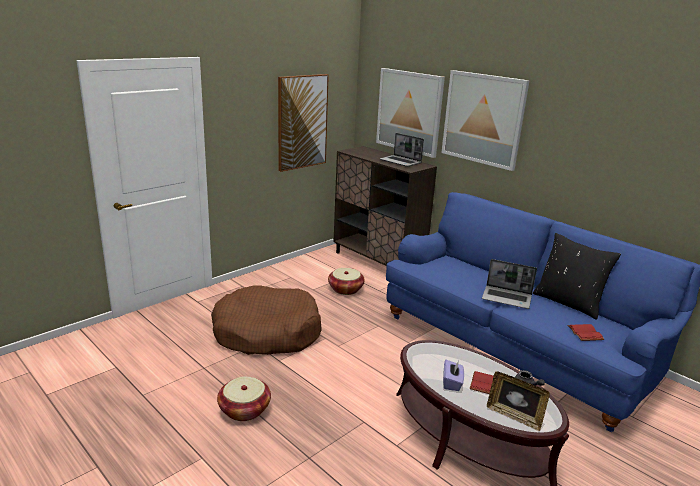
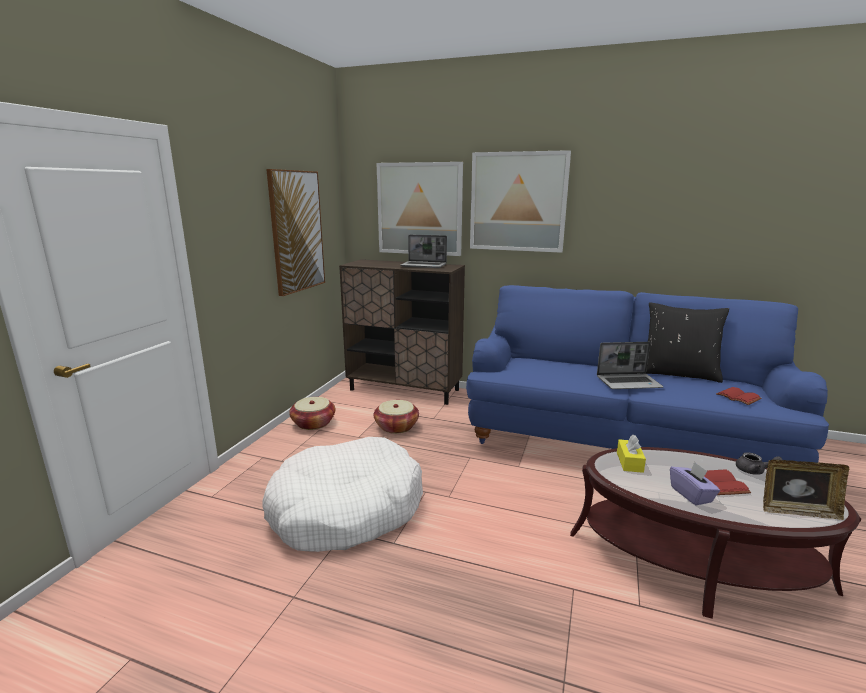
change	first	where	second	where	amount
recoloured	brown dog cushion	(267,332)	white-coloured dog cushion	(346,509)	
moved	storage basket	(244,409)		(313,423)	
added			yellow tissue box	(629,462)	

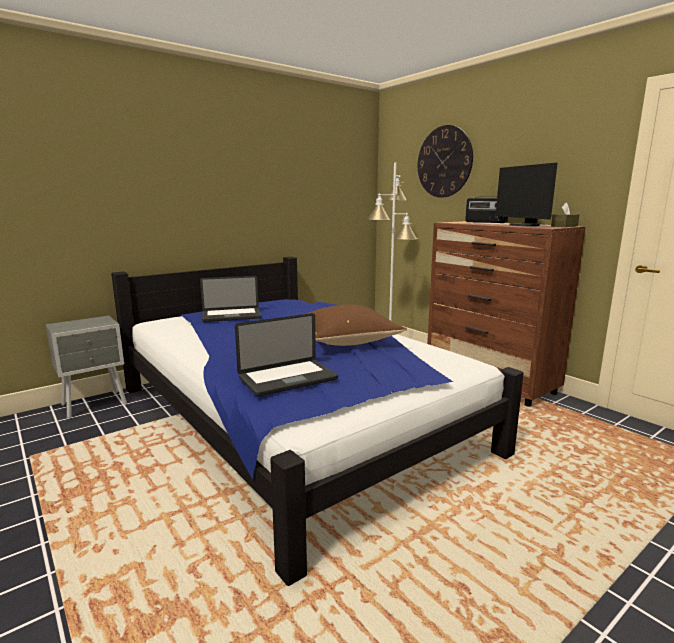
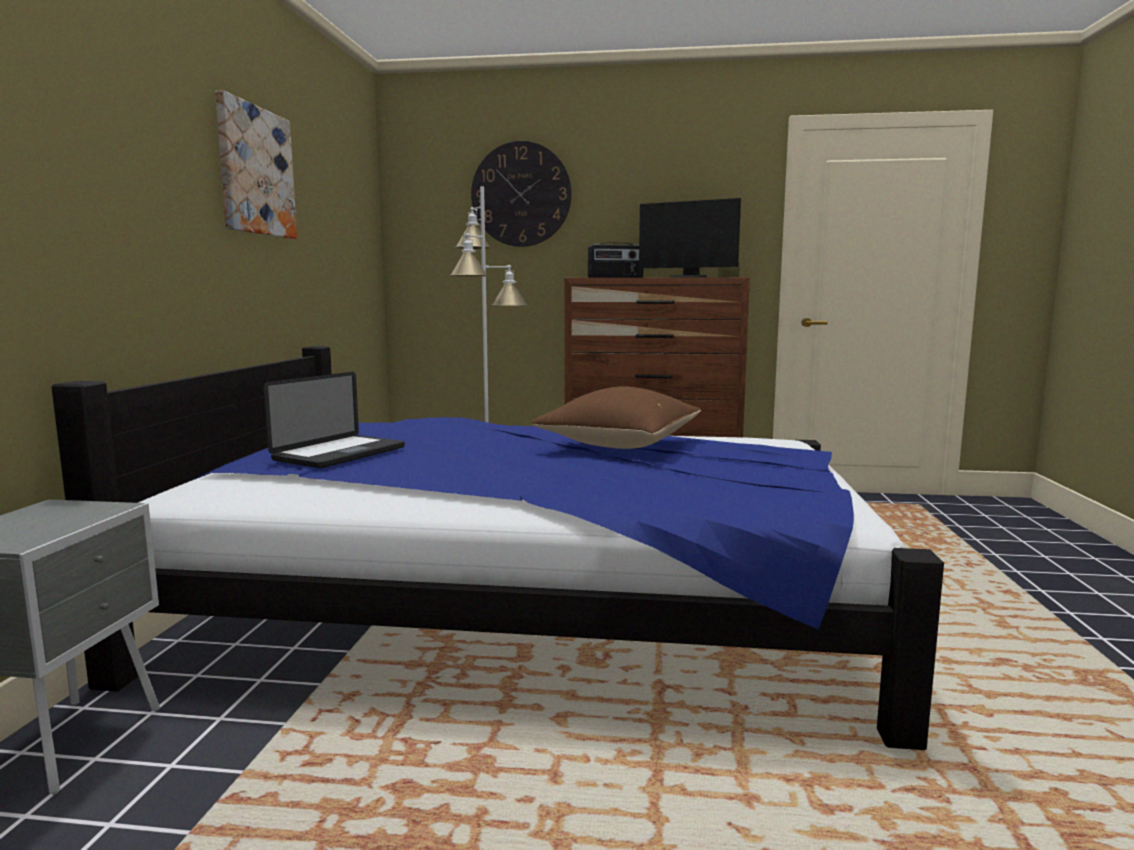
change	first	where	second	where	amount
removed	laptop	(288,379)			
added			wall art	(255,171)	

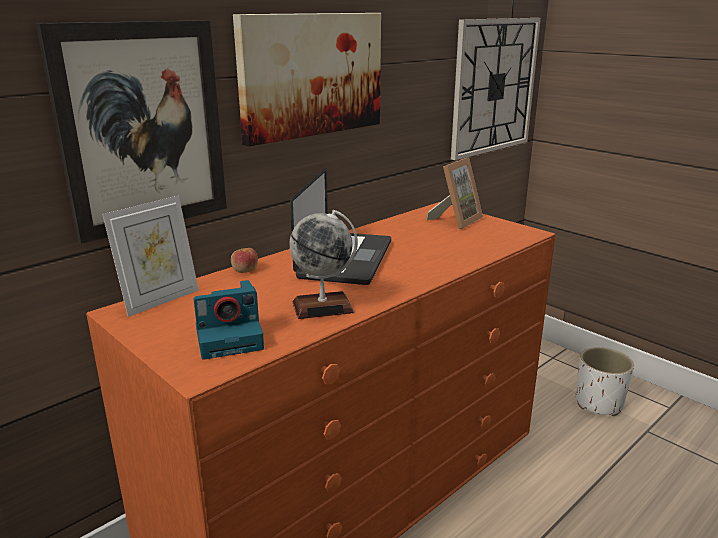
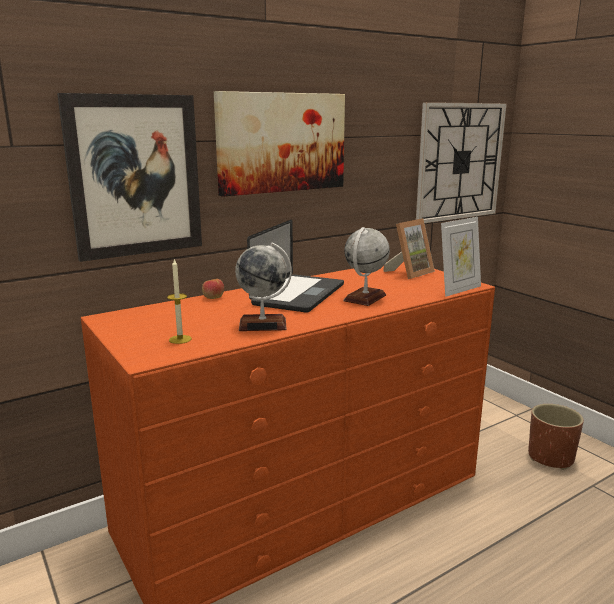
change	first	where	second	where	amount
moved	photo frame	(160,300)		(458,290)	
replaced	photo camera	(231,338)	wax candle	(180,339)	
recoloured	white-coloured flower pot	(599,403)	brown flower pot	(551,457)	
added			desk globe	(365,298)	

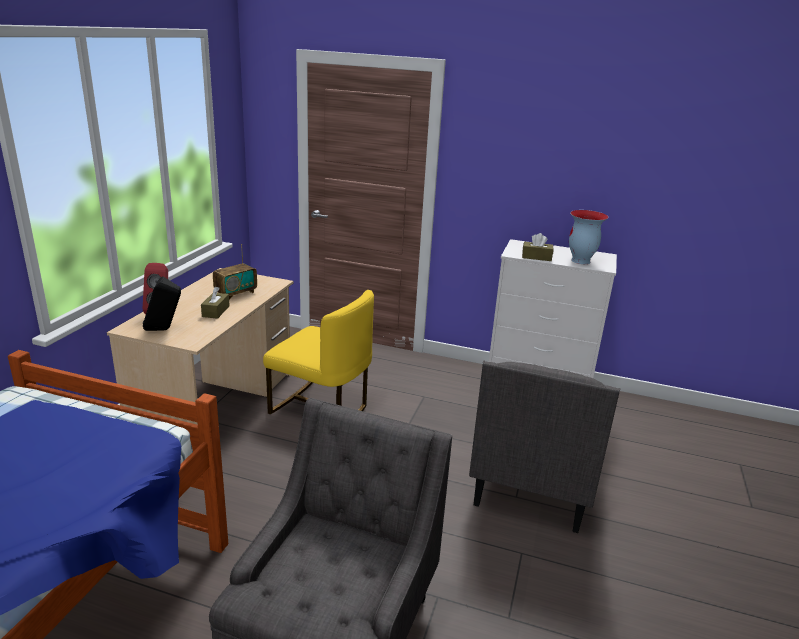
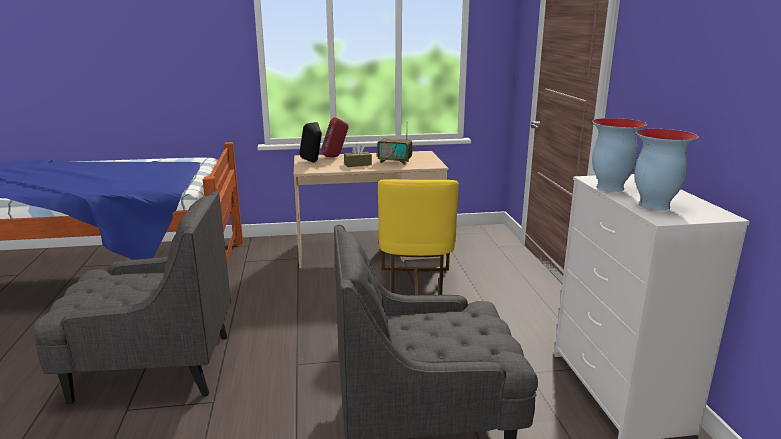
change	first	where	second	where	amount
replaced	brown tissue box	(536,257)	vase	(609,187)	

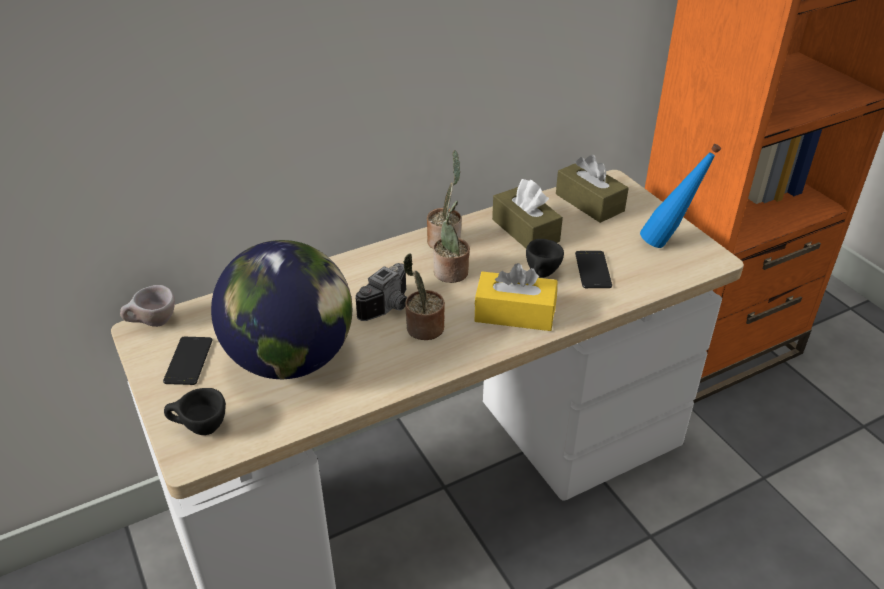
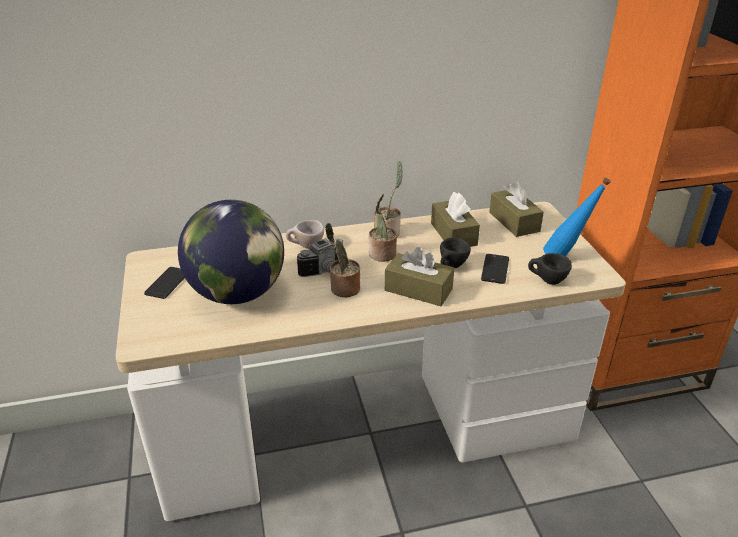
change	first	where	second	where	amount
recoloured	yellow tissue box	(515,313)	brown tissue box	(418,290)	
moved	beige-coloured small cup	(153,324)		(306,247)	
moved	black small cup	(199,429)		(546,281)	

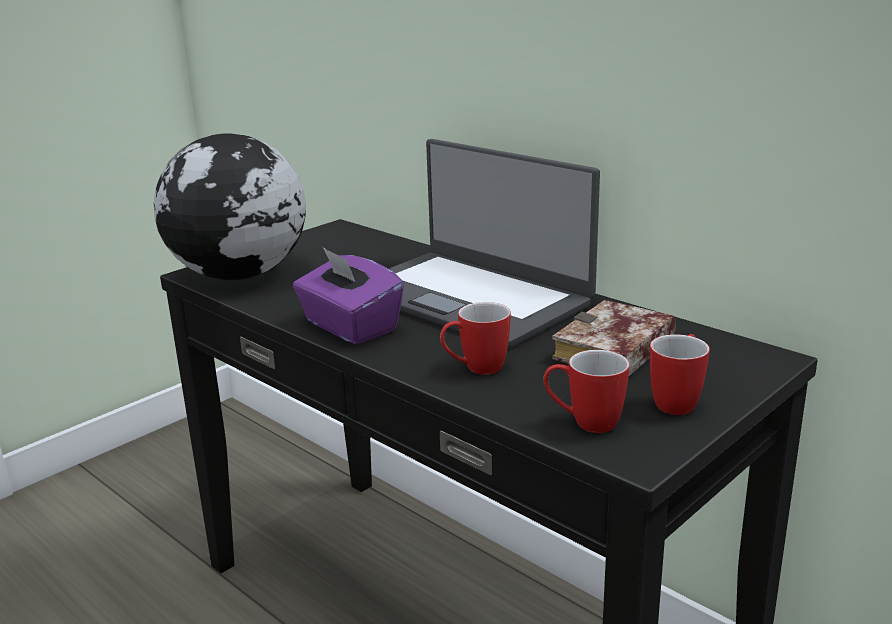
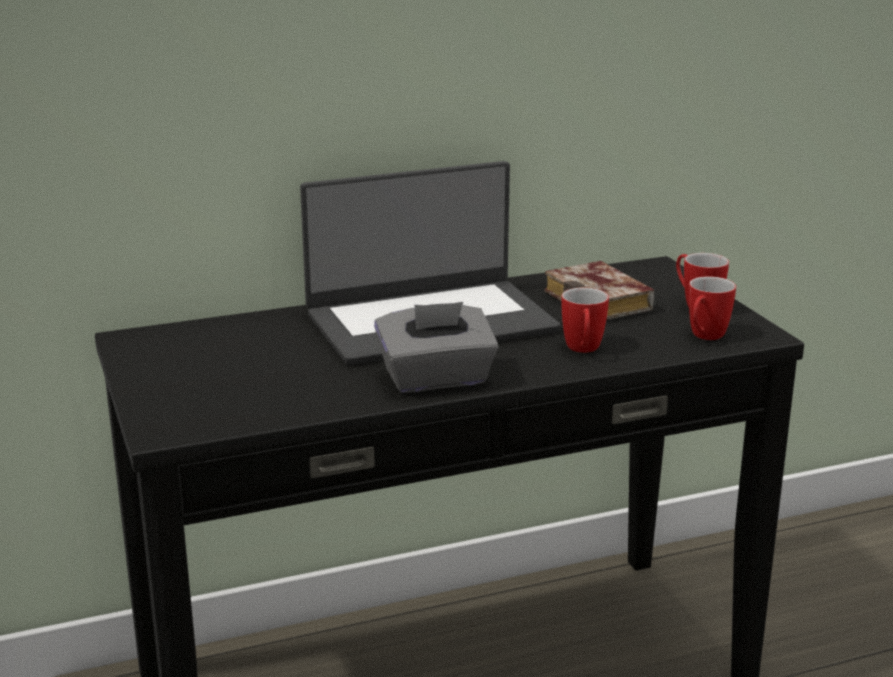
change	first	where	second	where	amount
removed	desk globe	(239,276)			
recoloured	purple-coloured tissue box	(349,327)	grey tissue box	(436,379)	

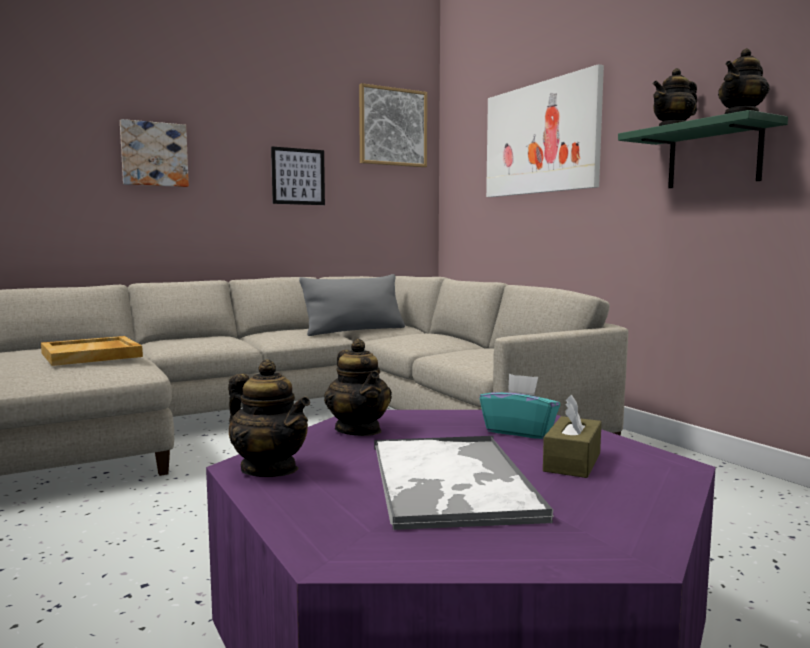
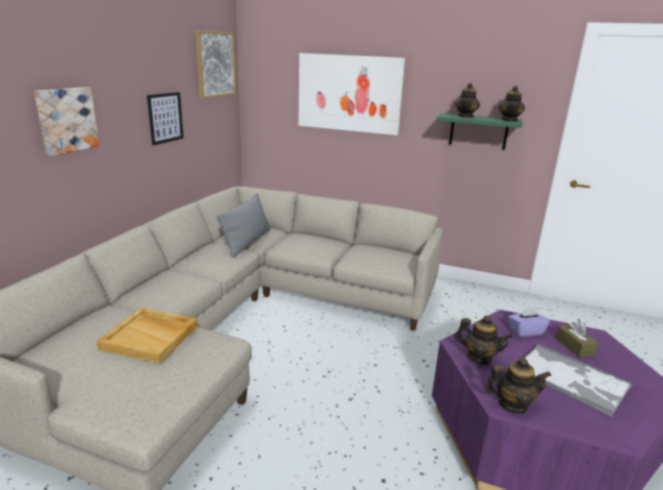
change	first	where	second	where	amount
recoloured	blue-green tissue box	(519,431)	purple-coloured tissue box	(525,331)	

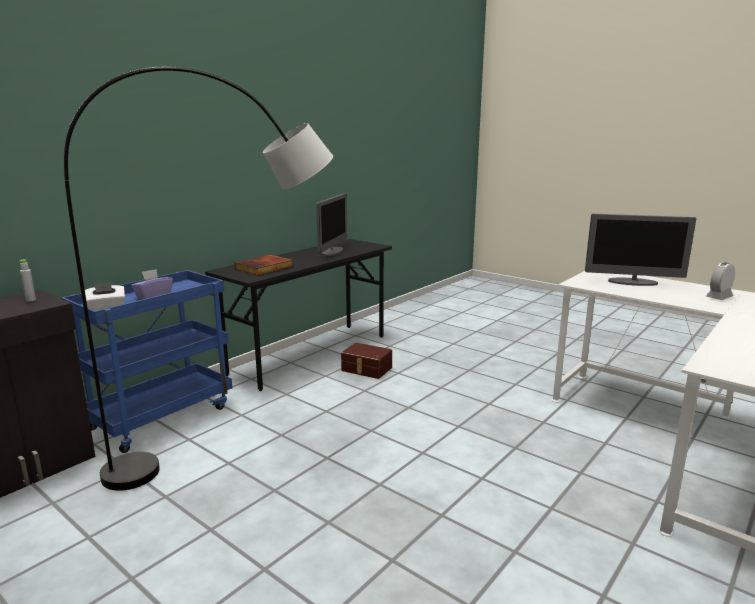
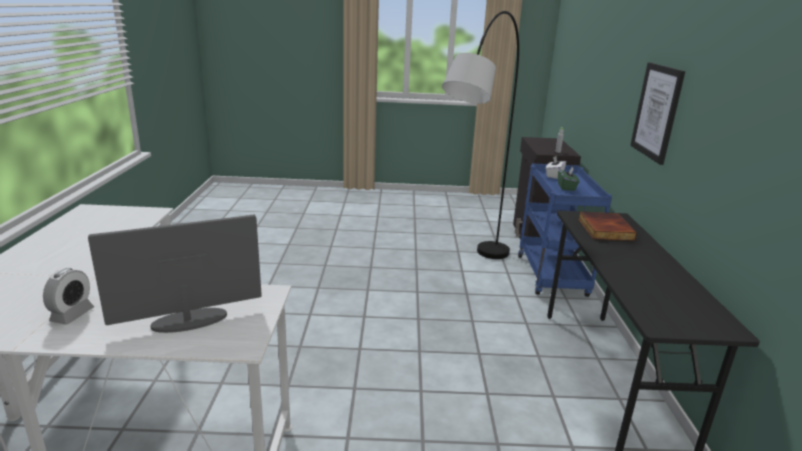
change	first	where	second	where	amount
removed	computer screen	(332,251)			
recoloured	purple-coloured tissue box	(153,296)	green-coloured tissue box	(566,187)	
removed	brown storage box	(366,369)			
added			wall art	(657,112)	

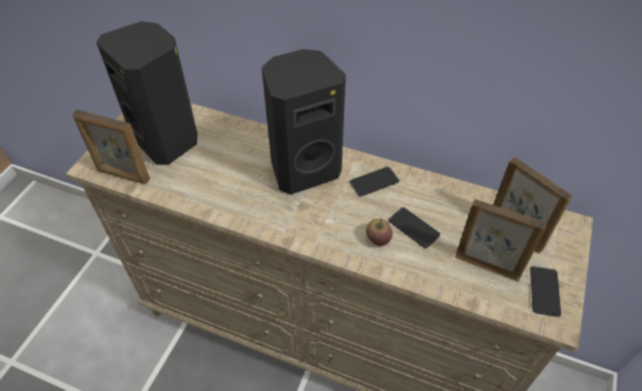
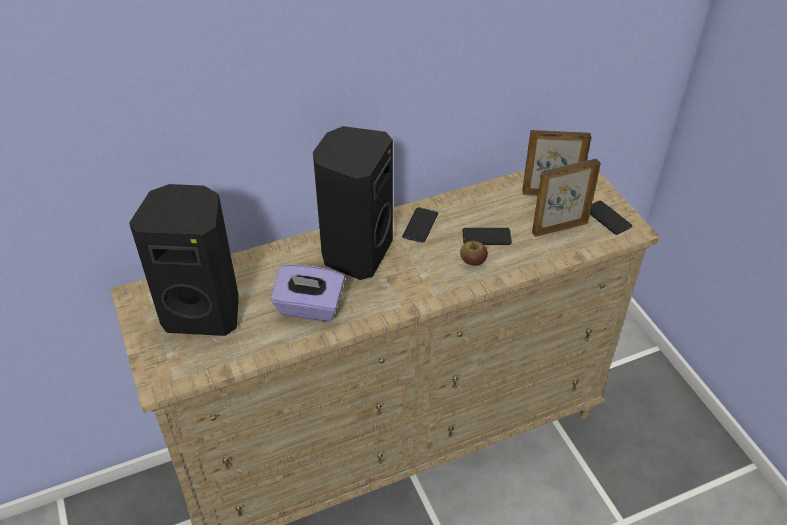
change	first	where	second	where	amount
removed	photo frame	(123,175)			
added			purple-coloured tissue box	(309,308)	

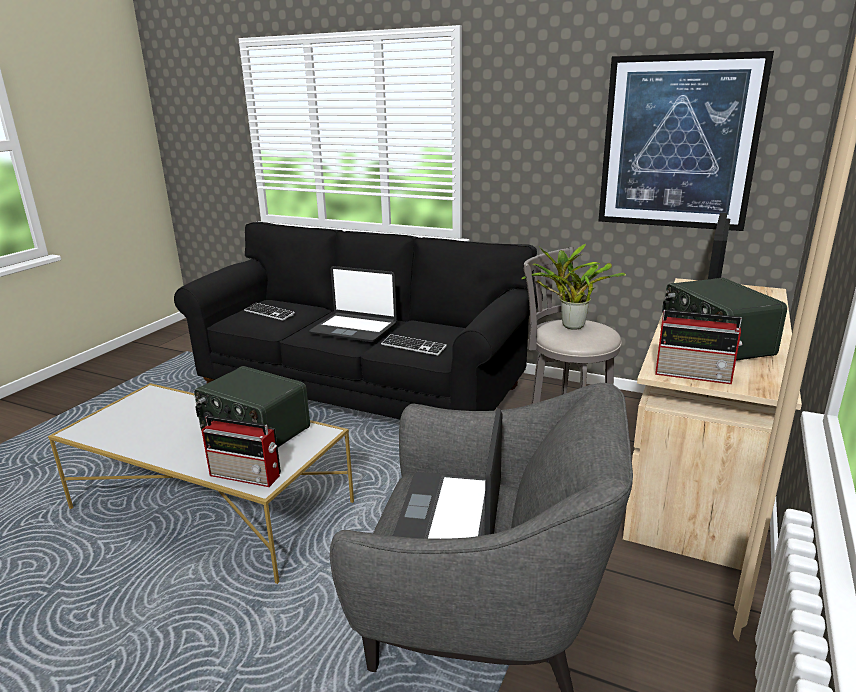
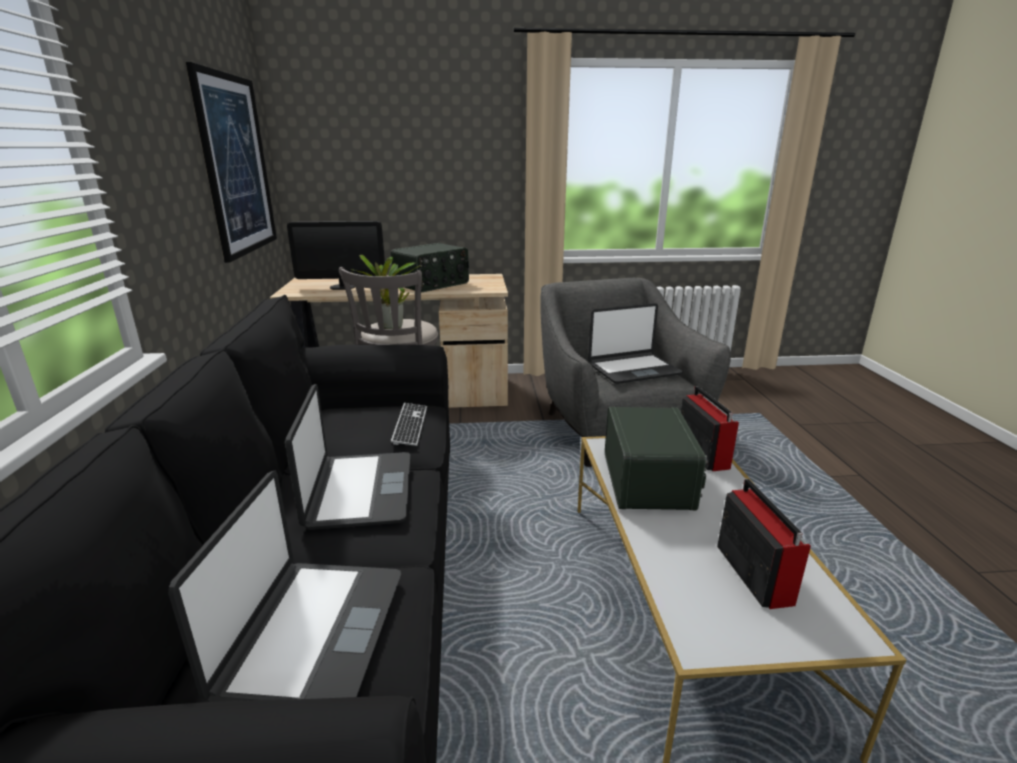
change	first	where	second	where	amount
replaced	PC keyboard	(269,313)	laptop	(311,633)	
moved	radio set	(694,374)		(752,572)	

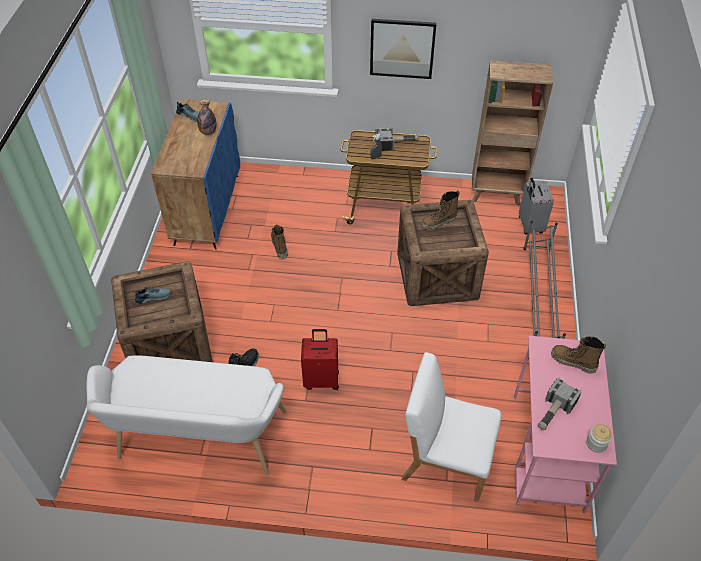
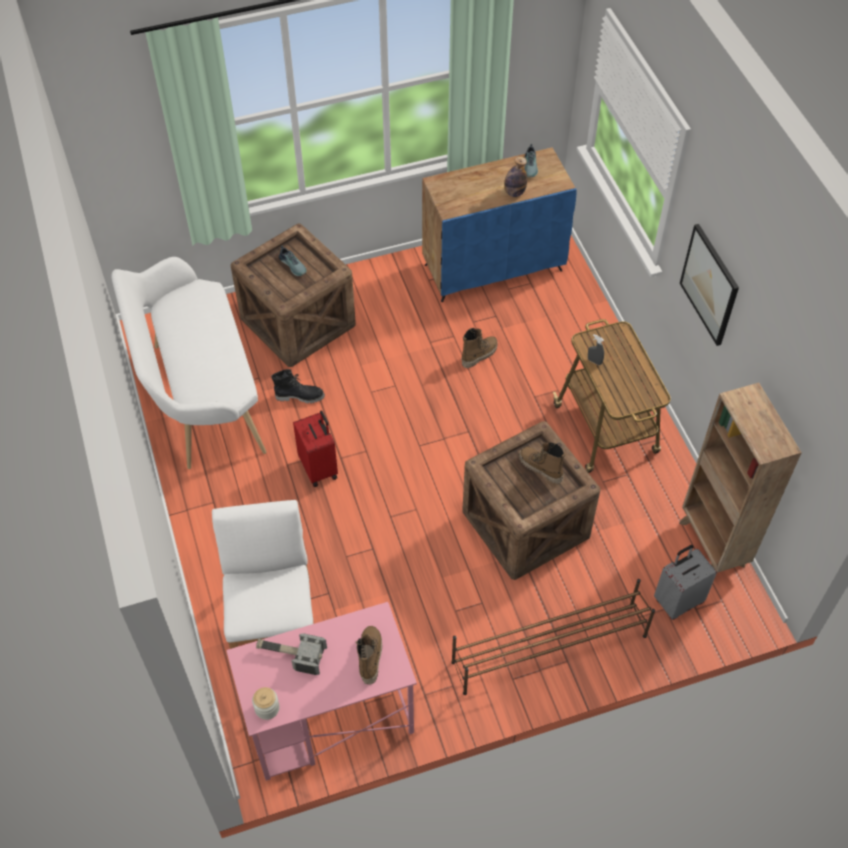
change	first	where	second	where	amount
removed	hammer	(397,143)			
recoloured	grey shoe rack	(538,302)	brown shoe rack	(548,649)	

